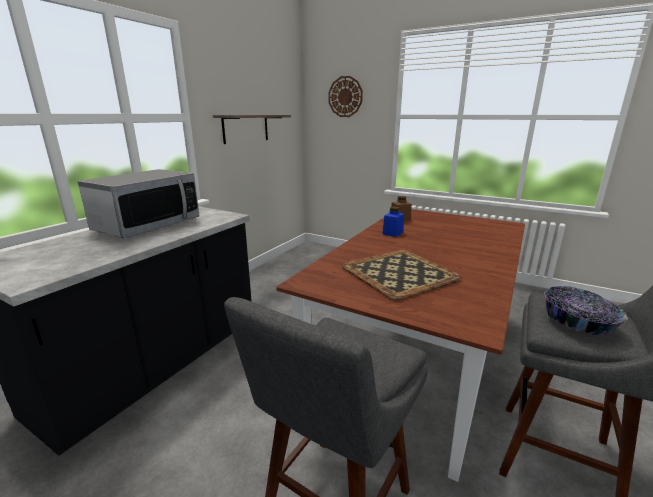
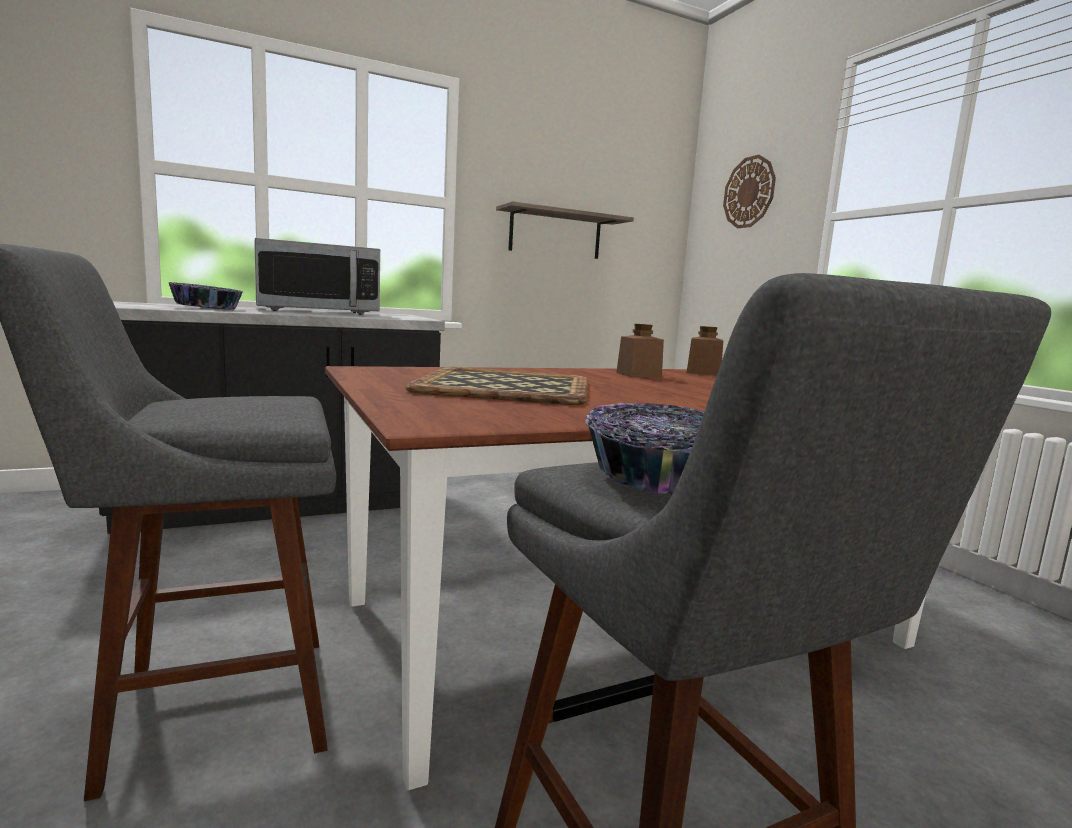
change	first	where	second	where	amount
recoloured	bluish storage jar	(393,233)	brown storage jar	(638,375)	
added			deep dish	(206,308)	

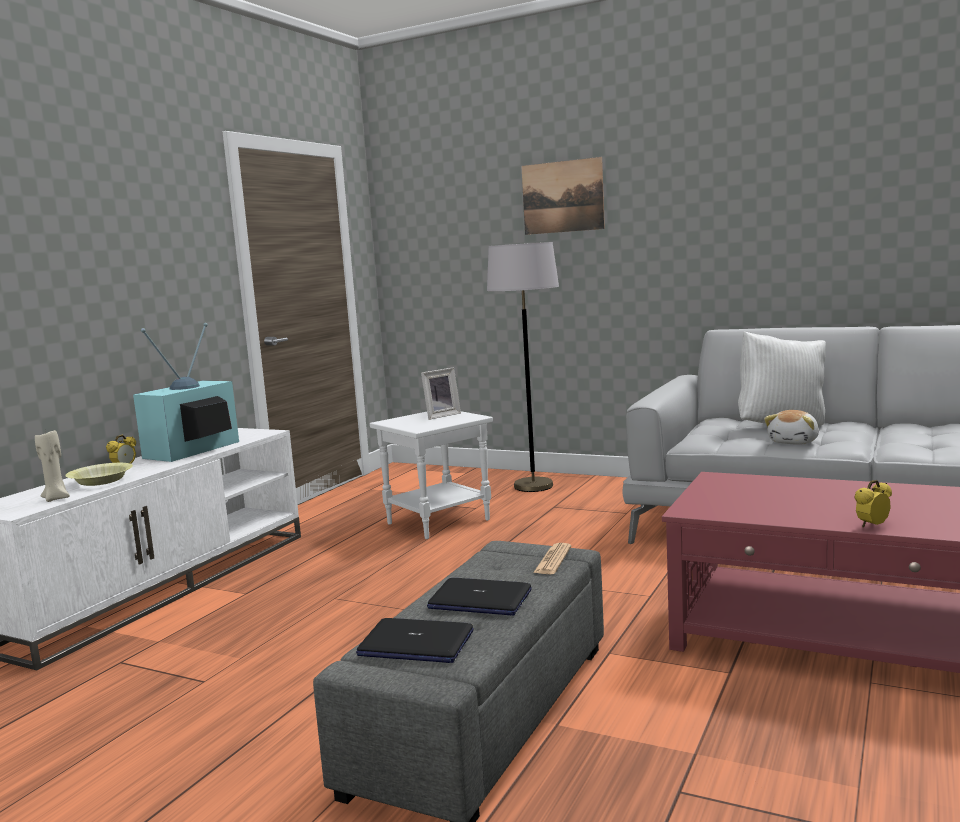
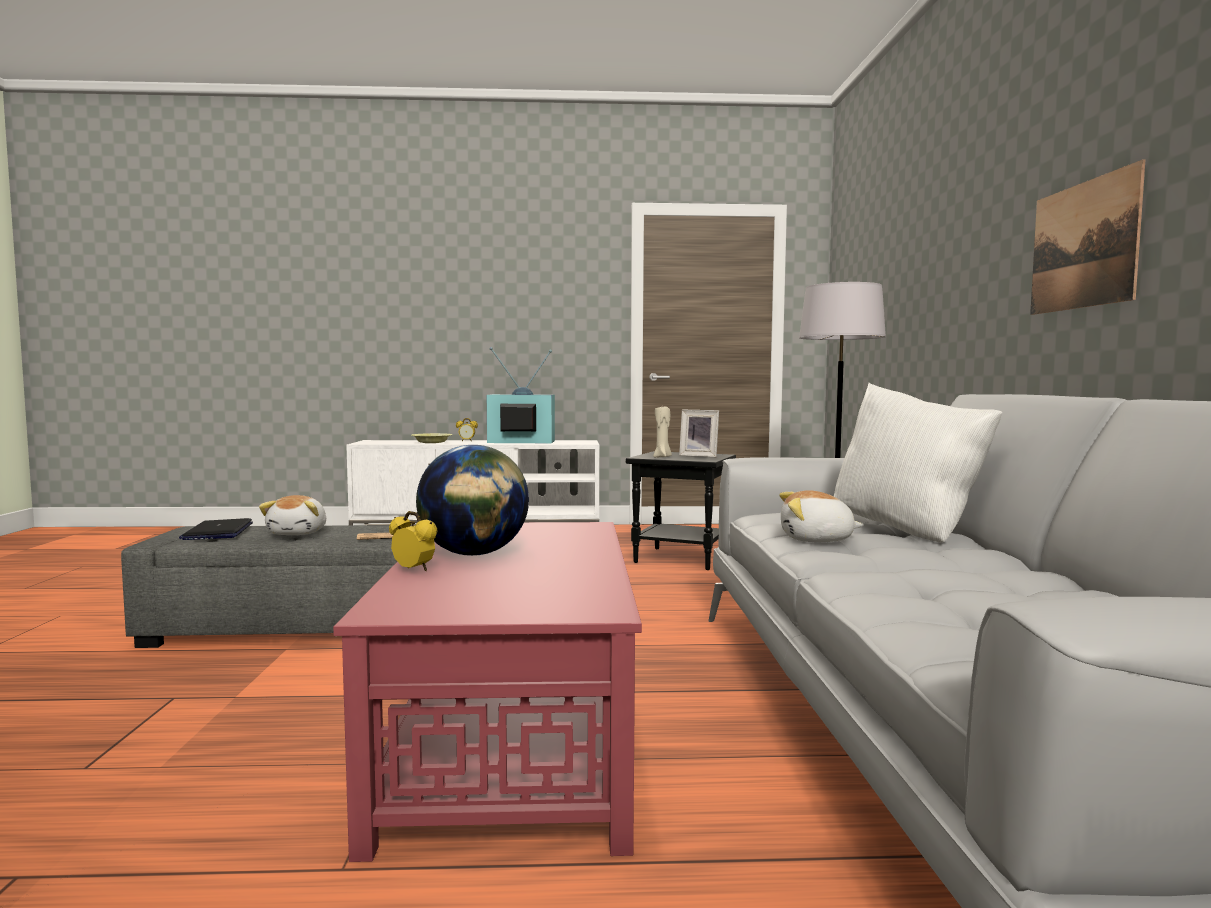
change	first	where	second	where	amount
moved	wall art	(562,197)		(1083,245)	
recoloured	white-coloured side table	(438,521)	black side table	(682,558)	
moved	beige-coloured wax candle	(57,498)		(662,457)	
replaced	laptop	(479,600)	plush toy	(299,533)	
added			desk globe	(474,554)	

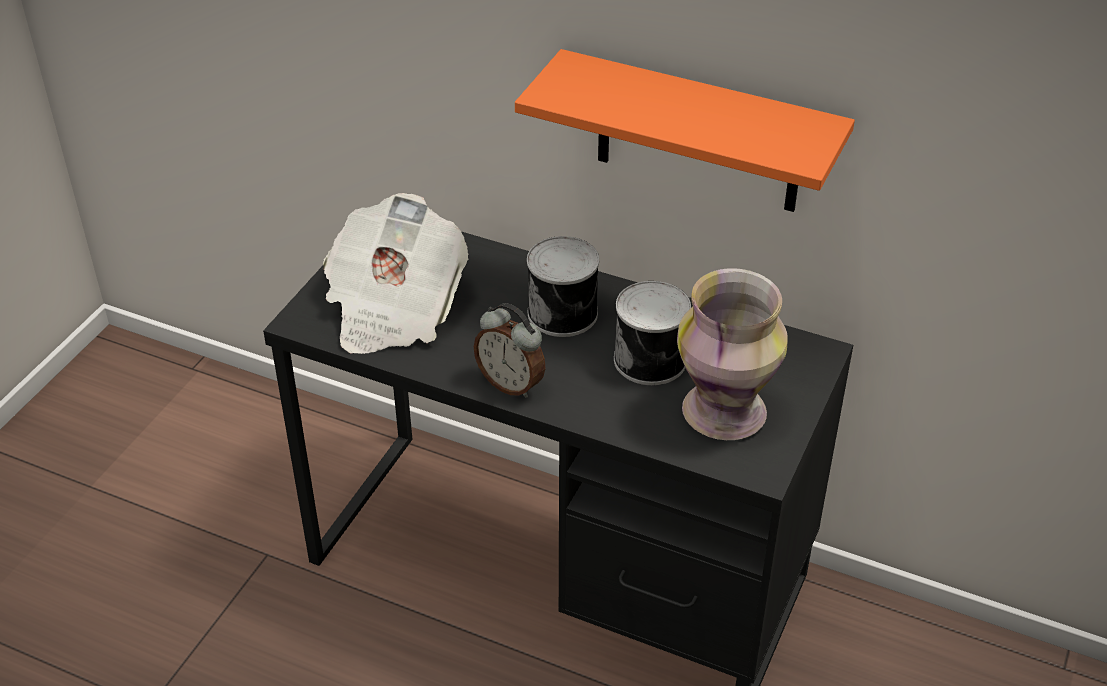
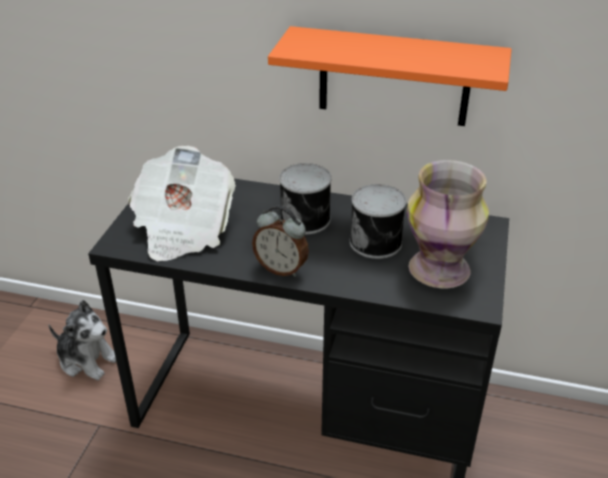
change	first	where	second	where	amount
added			plush toy	(87,360)	

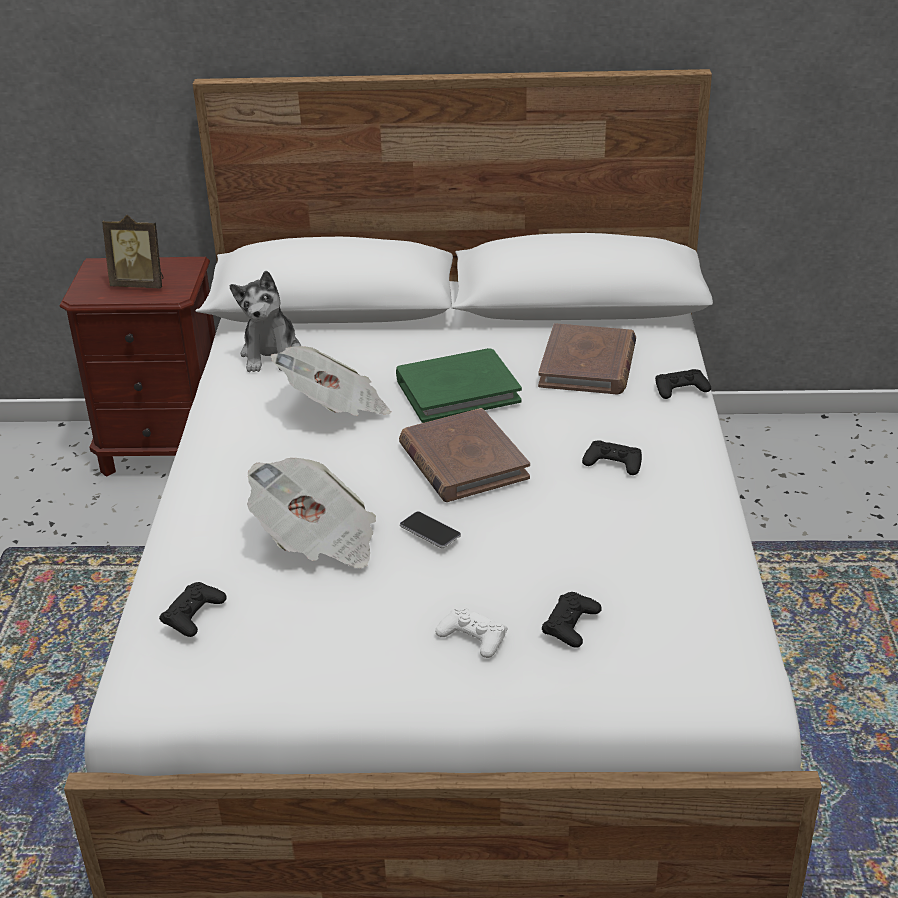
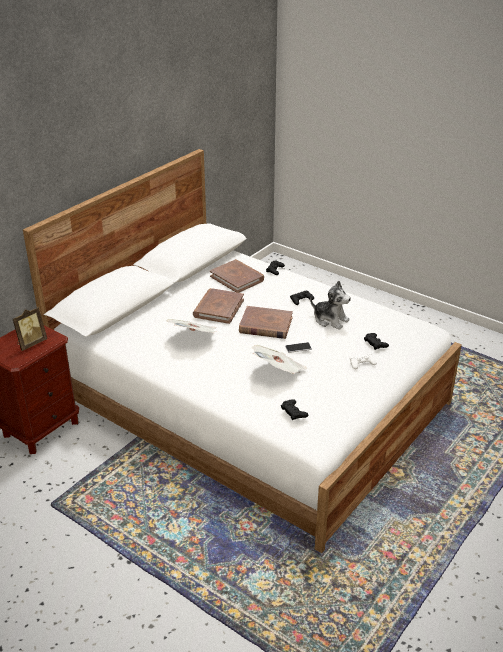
change	first	where	second	where	amount
moved	plush toy	(272,354)		(330,320)	
recoloured	green-coloured bound book	(457,390)	brown bound book	(218,308)	

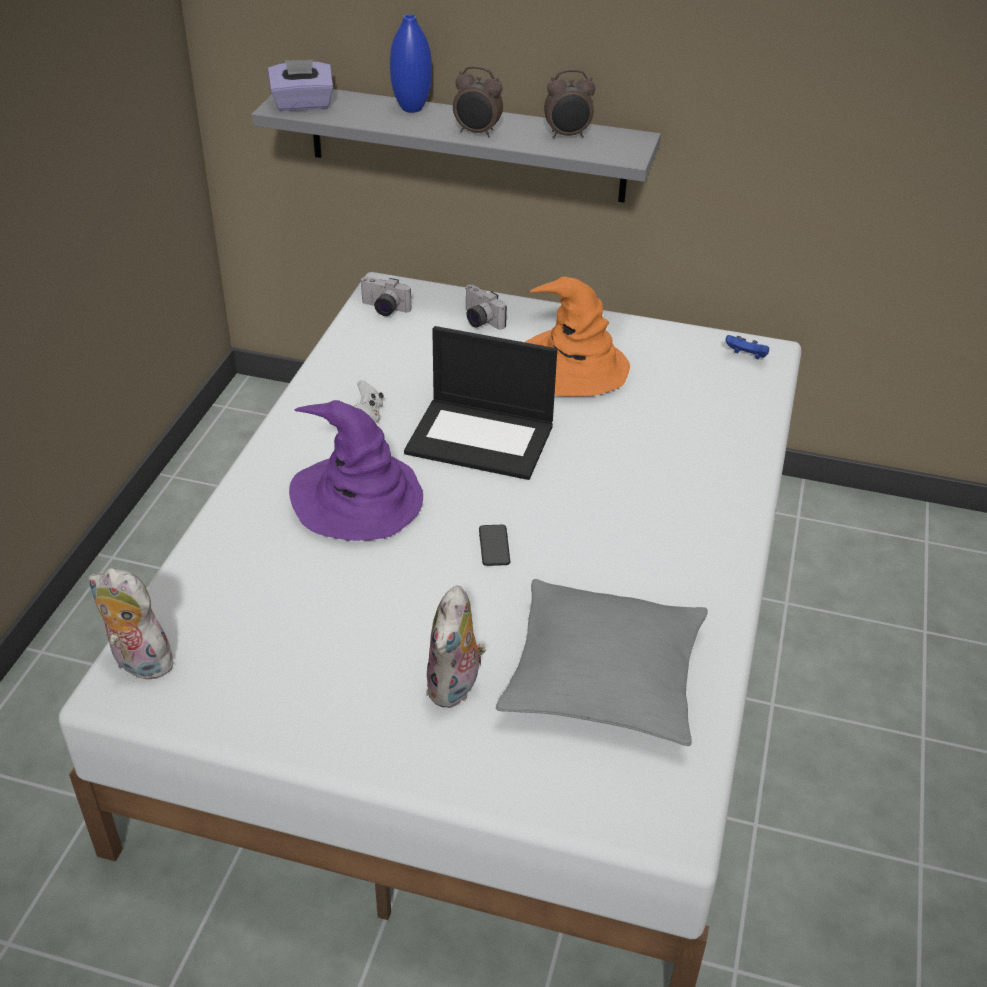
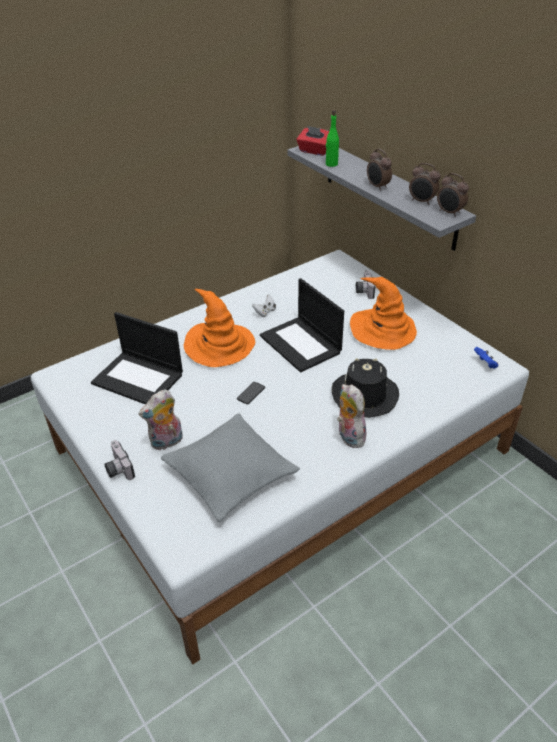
change	first	where	second	where	amount
removed	bluish vase	(412,108)			
recoloured	purple-coloured tissue box	(302,105)	red tissue box	(314,151)	
moved	photo camera	(383,309)		(118,469)	
recoloured	purple-coloured wearable hat	(358,498)	orange wearable hat	(219,346)	
moved	plush toy	(138,663)		(348,436)	
added			green-coloured drink bottle	(331,164)	
added			bedside clock	(449,213)	
added			laptop	(139,378)	
added			black wearable hat	(364,396)	

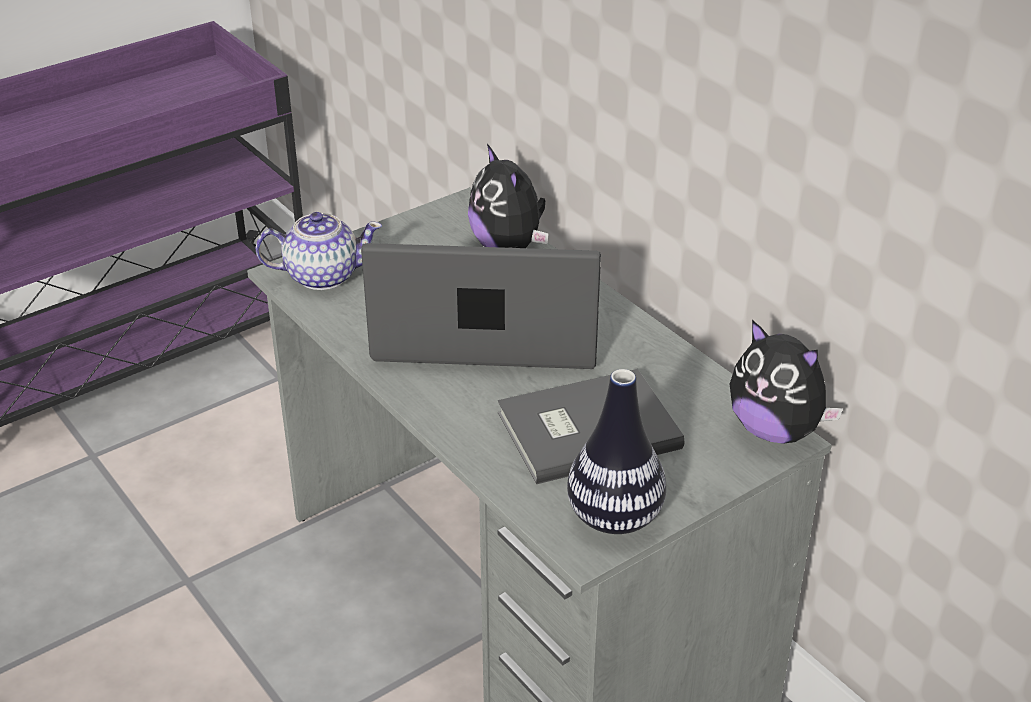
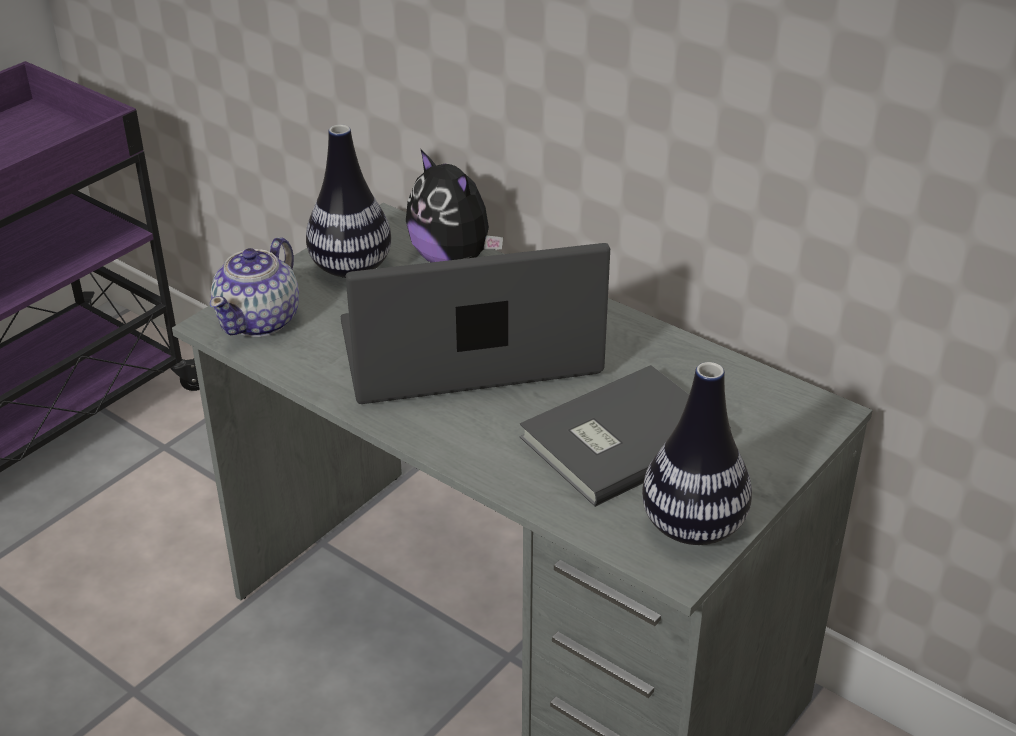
change	first	where	second	where	amount
turned	tea pot	(321,275)		(260,320)	135 degrees clockwise
removed	plush toy	(775,430)			
added			vase	(351,268)	

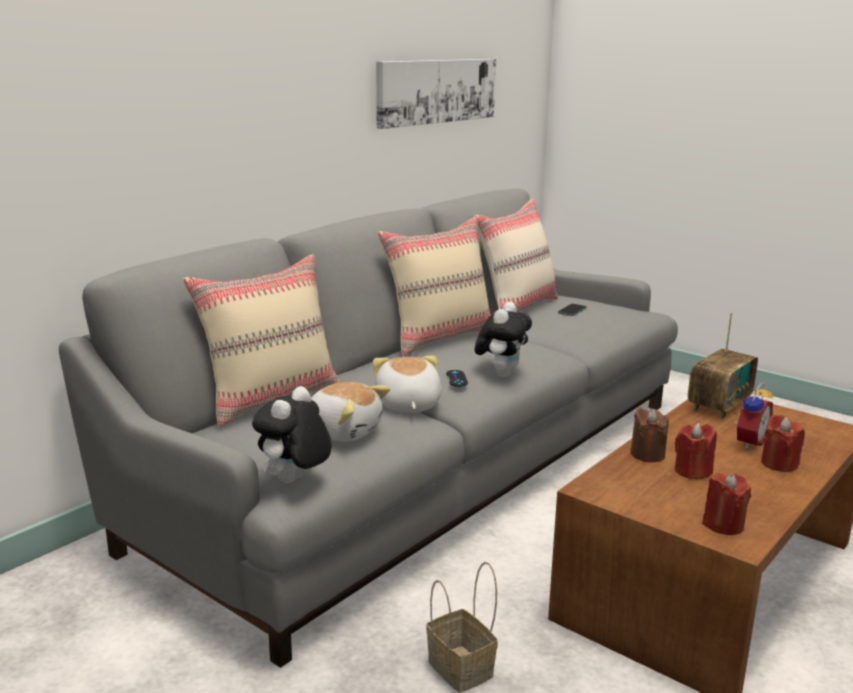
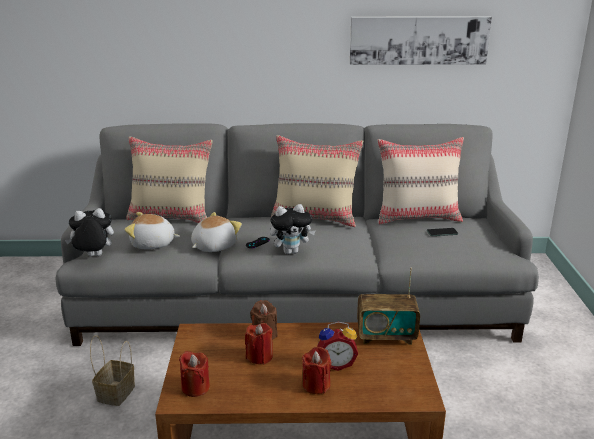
change	first	where	second	where	amount
turned	plush toy	(343,431)		(153,244)	105 degrees clockwise

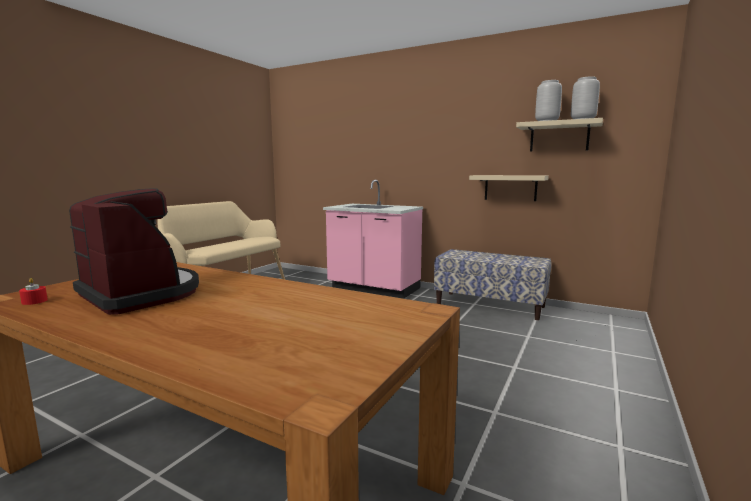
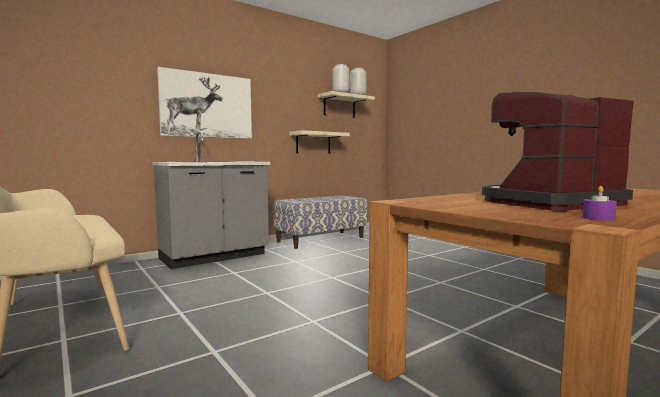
change	first	where	second	where	amount
recoloured	pinkish counter	(373,288)	grey counter	(214,257)	
recoloured	red wax candle	(34,301)	purple-coloured wax candle	(598,218)	
added			wall art	(207,105)	

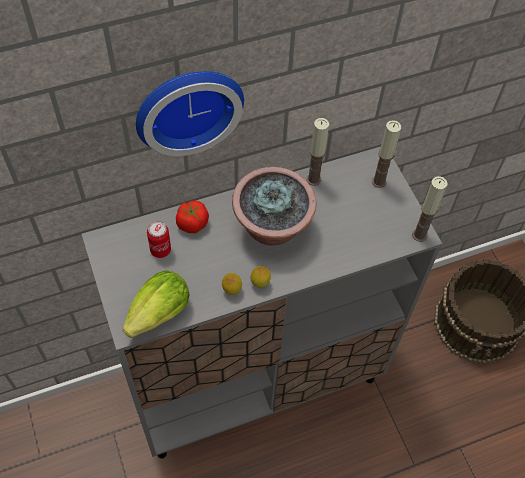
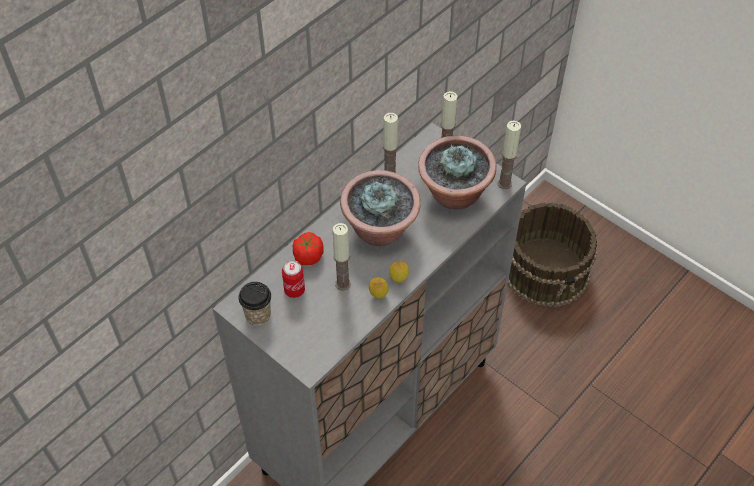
change	first	where	second	where	amount
removed	wall clock	(187,106)			
removed	lettuce head	(156,317)			
added			plant in a pot	(454,195)	
added			wax candle	(343,284)	
added			small cup	(258,315)	

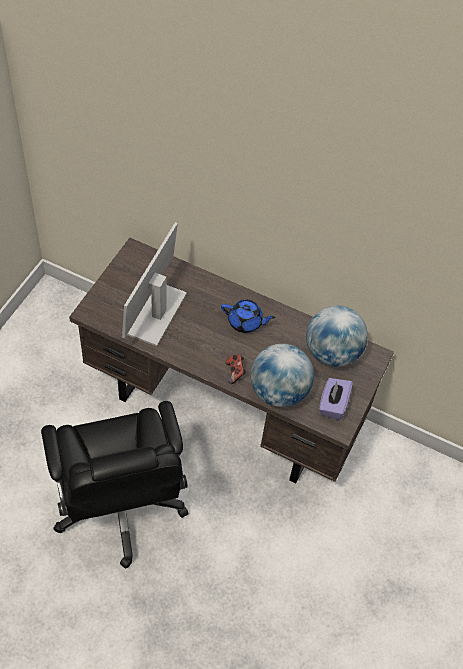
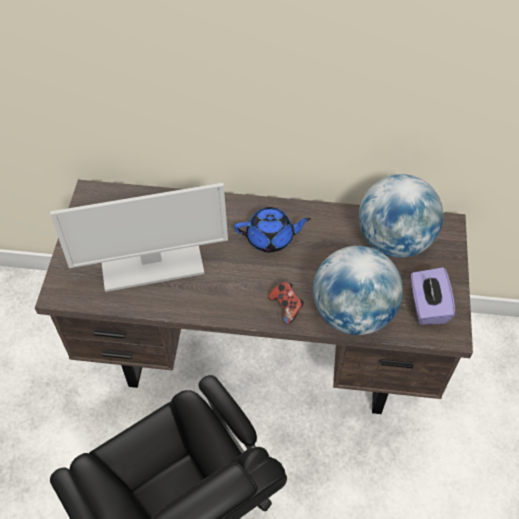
change	first	where	second	where	amount
turned	computer screen	(156,313)		(151,264)	105 degrees counterclockwise

